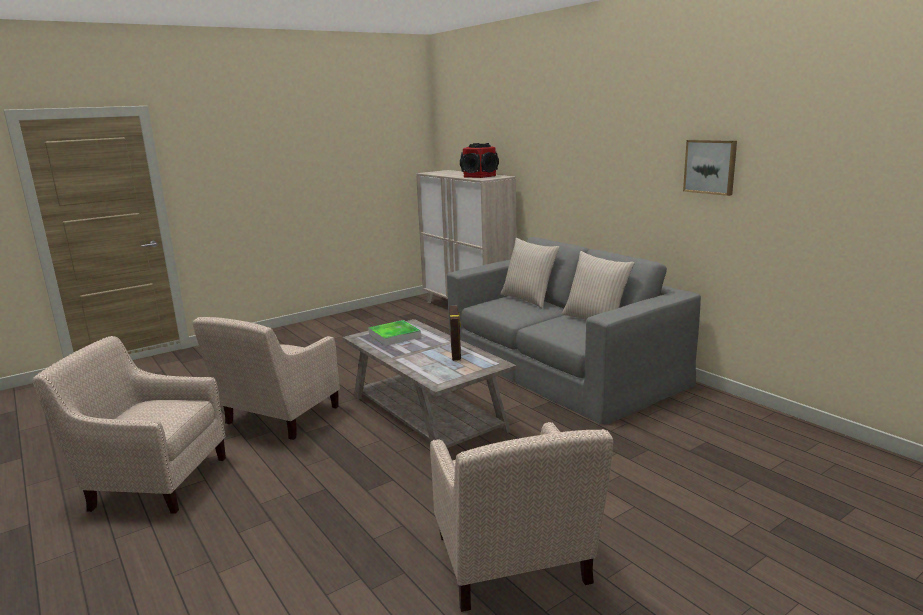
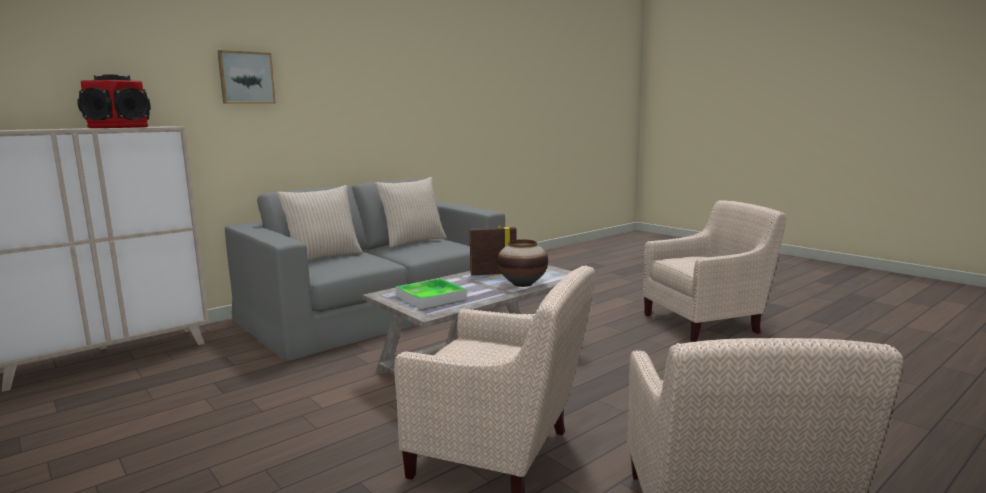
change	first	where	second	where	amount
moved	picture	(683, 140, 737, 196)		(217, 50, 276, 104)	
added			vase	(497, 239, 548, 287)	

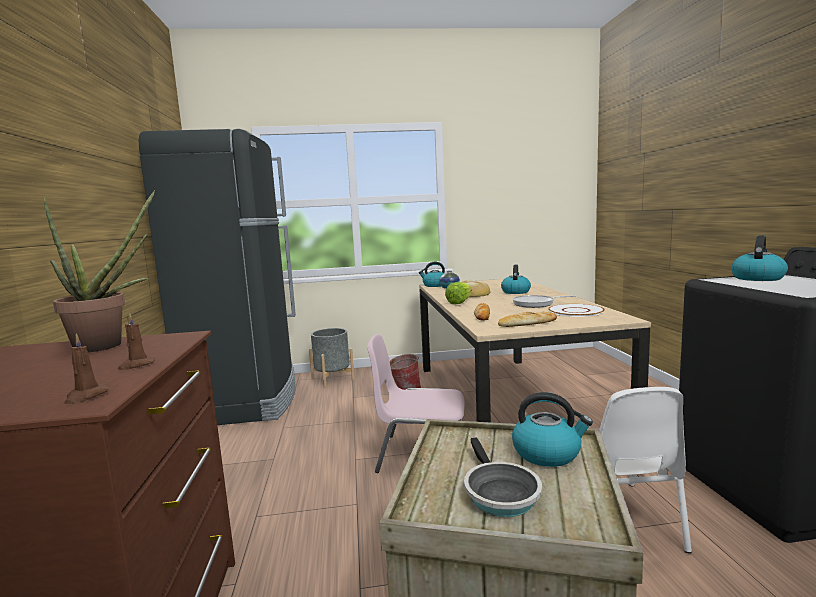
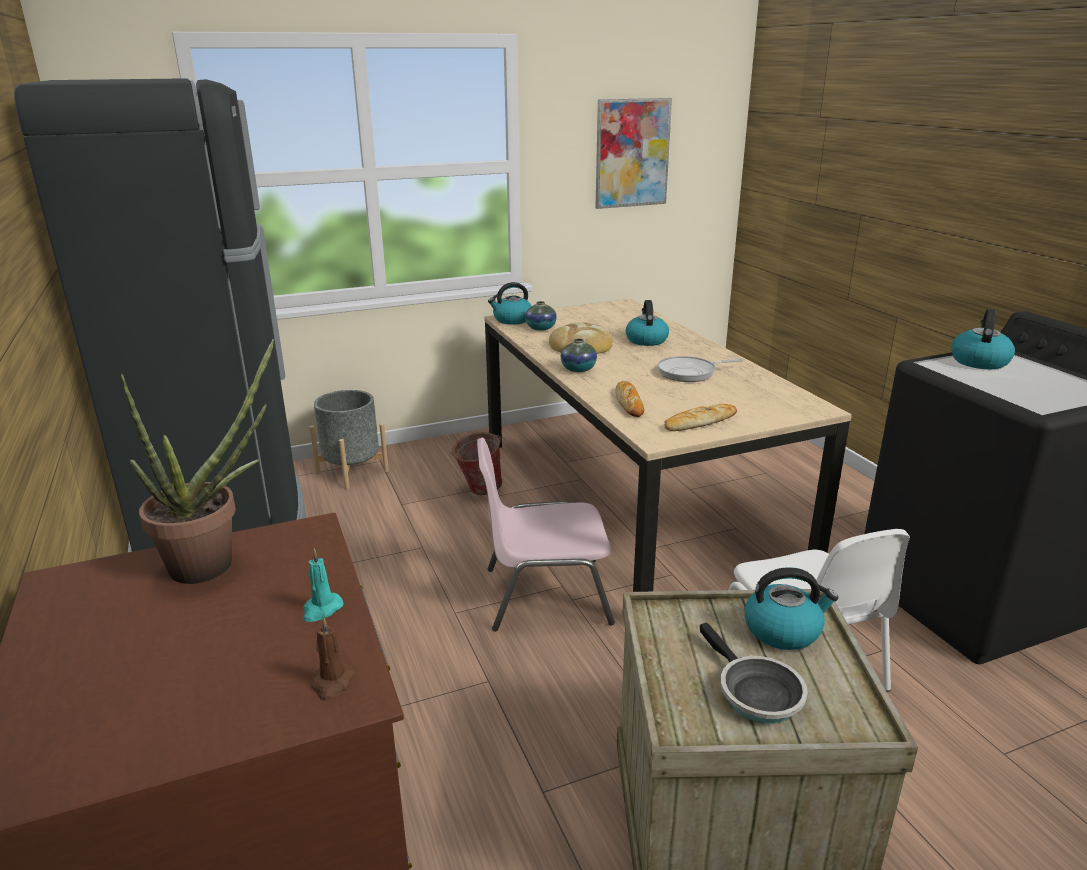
change	first	where	second	where	amount
recoloured	brown candle	(118, 314, 155, 370)	turquoise candle	(303, 549, 344, 622)	
replaced	lettuce	(445, 282, 472, 305)	vase	(561, 339, 597, 372)	
added			picture	(595, 98, 672, 209)	
removed	white plate	(548, 304, 605, 317)			

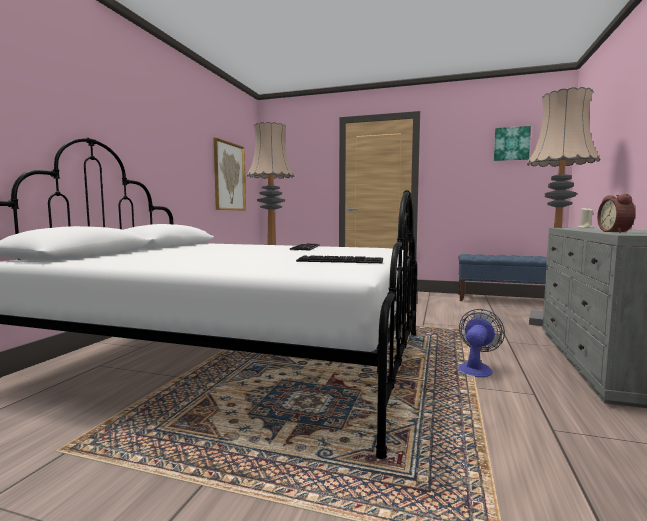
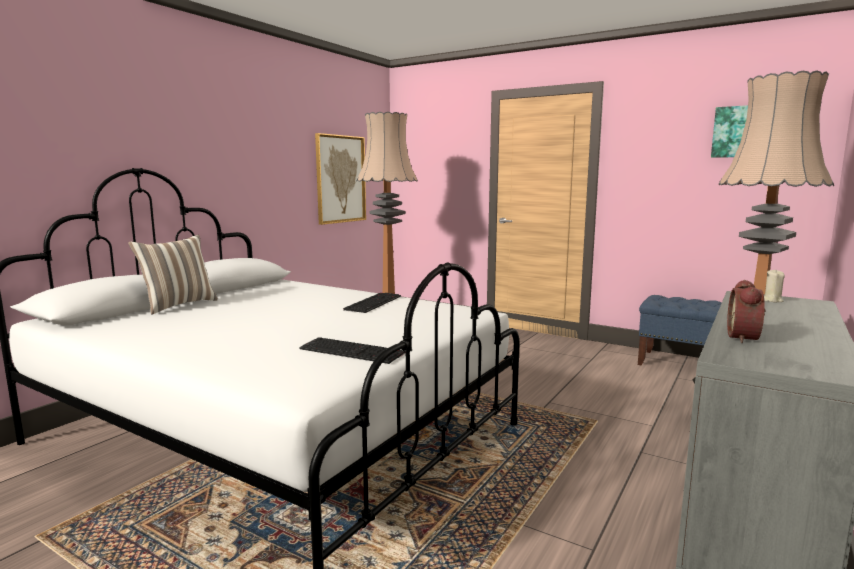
change	first	where	second	where	amount
added			pillow	(128, 235, 218, 314)	
removed	fan	(458, 309, 505, 377)			

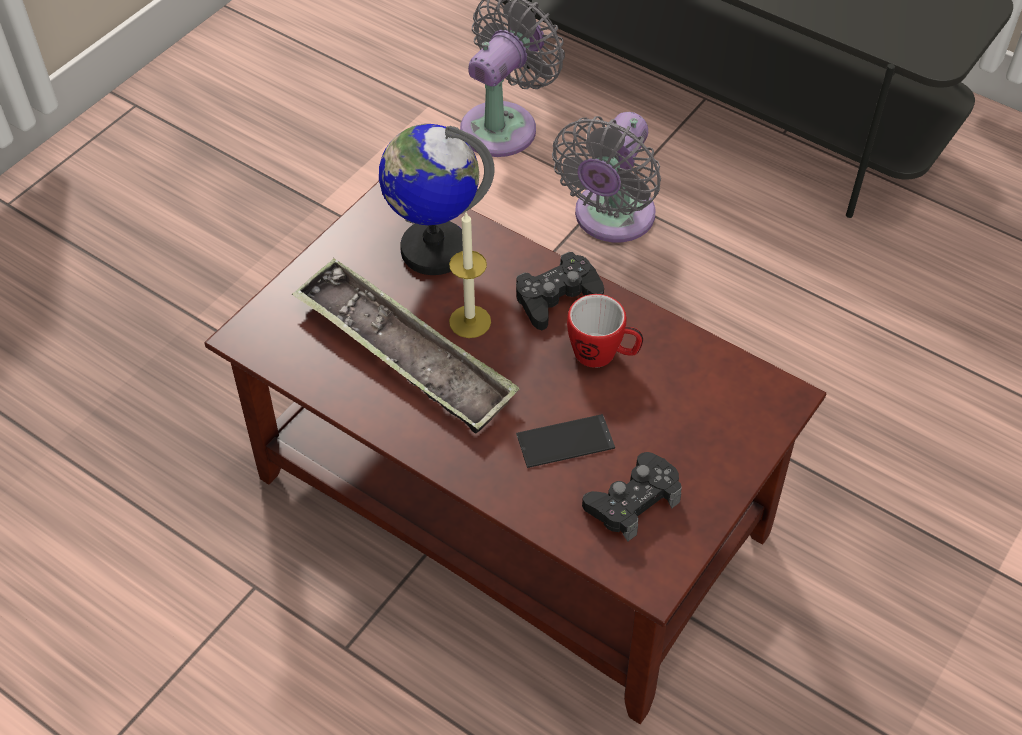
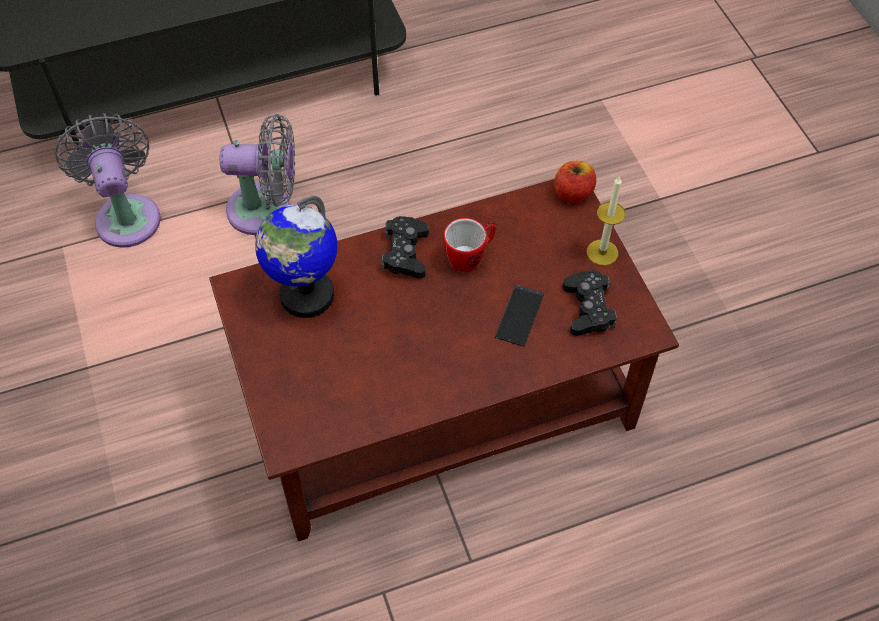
change	first	where	second	where	amount
turned	grey fan	(552, 112, 661, 243)		(220, 114, 295, 235)	60 degrees counterclockwise
added			apple	(554, 161, 596, 203)	
moved	candle	(449, 212, 491, 338)		(587, 177, 625, 266)	
removed	tray	(292, 258, 519, 433)			

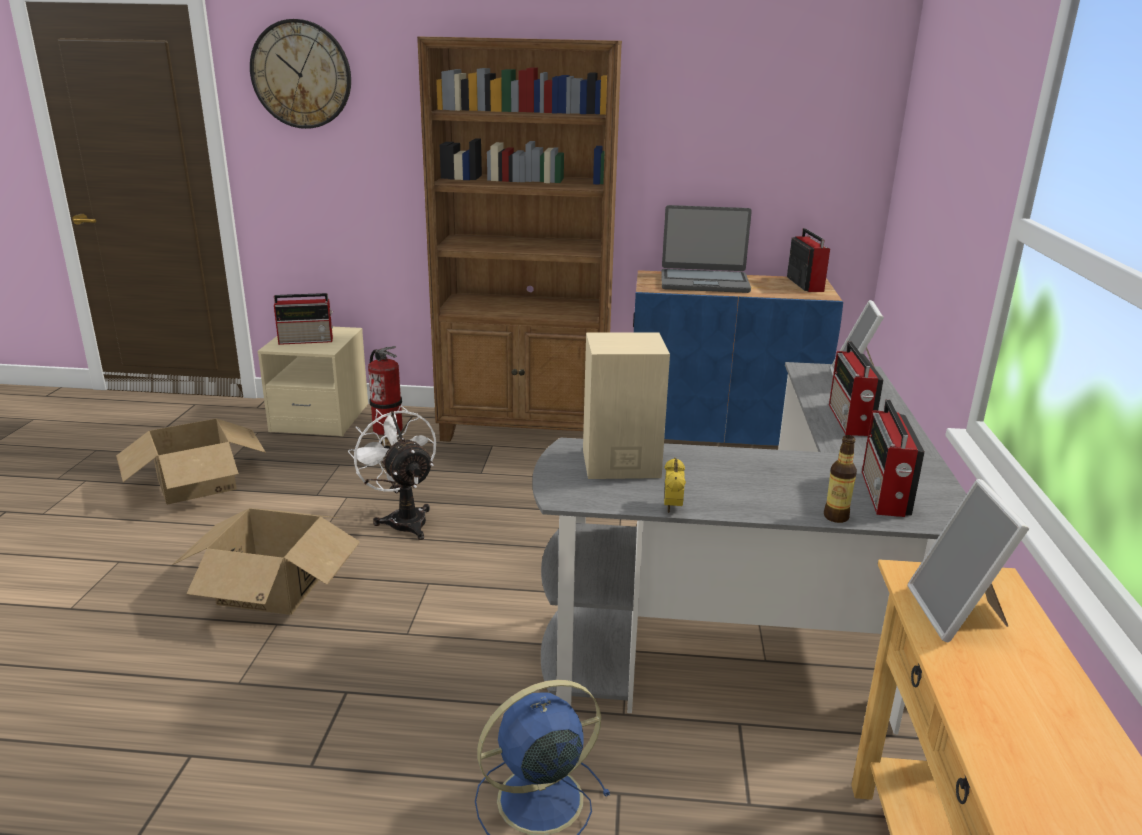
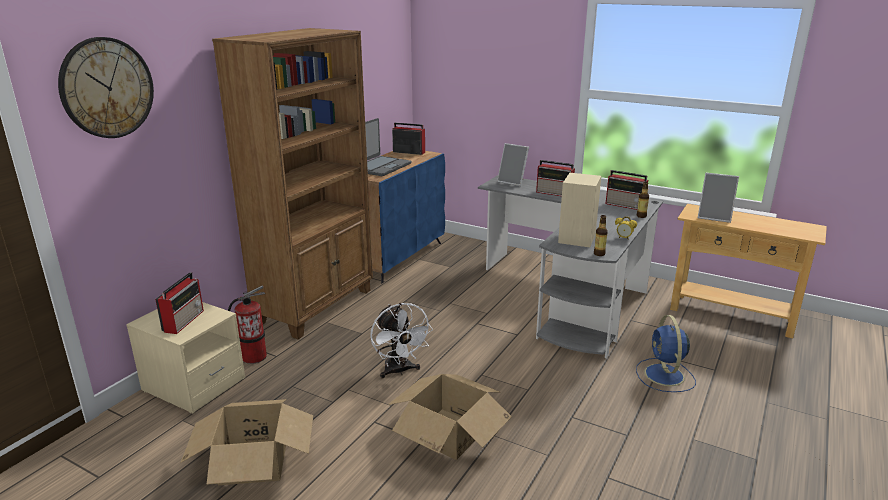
change	first	where	second	where	amount
turned	white fan	(348, 406, 436, 540)		(370, 303, 433, 378)	105 degrees counterclockwise
added			bottle	(594, 215, 608, 256)	

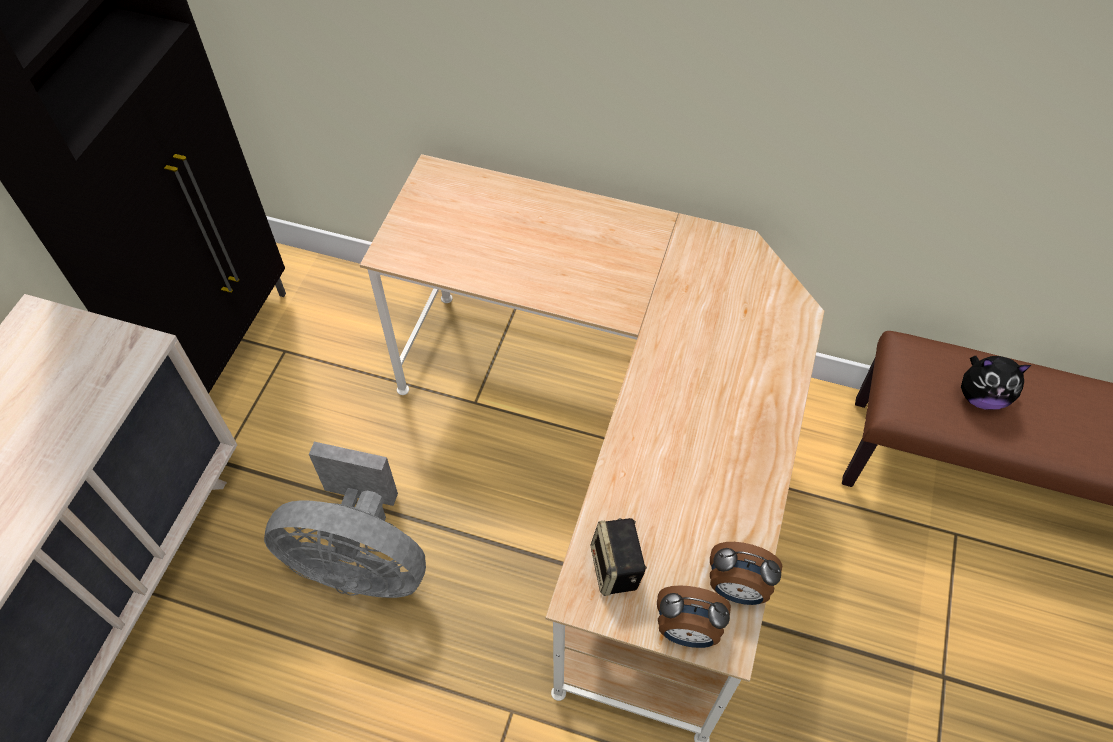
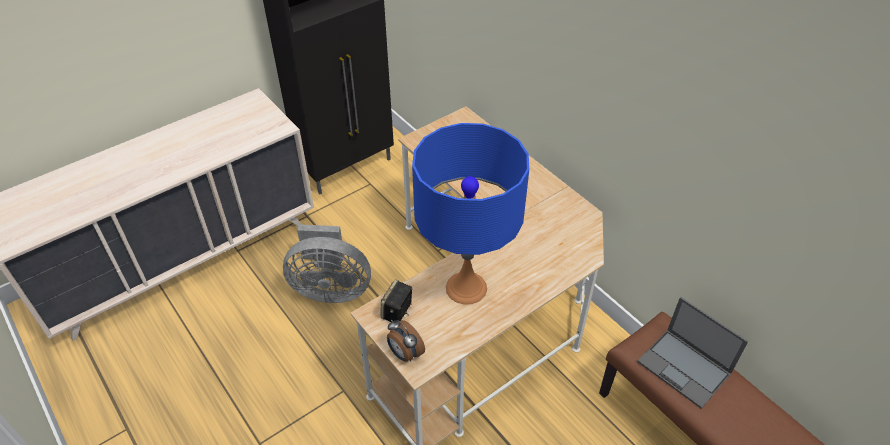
change	first	where	second	where	amount
turned	grey fan	(264, 442, 426, 598)		(283, 224, 371, 303)	45 degrees counterclockwise
added			blue table lamp	(412, 123, 529, 305)	
replaced	plush toy	(961, 356, 1031, 410)	laptop	(637, 297, 749, 409)	
removed	alarm clock	(710, 542, 782, 605)			

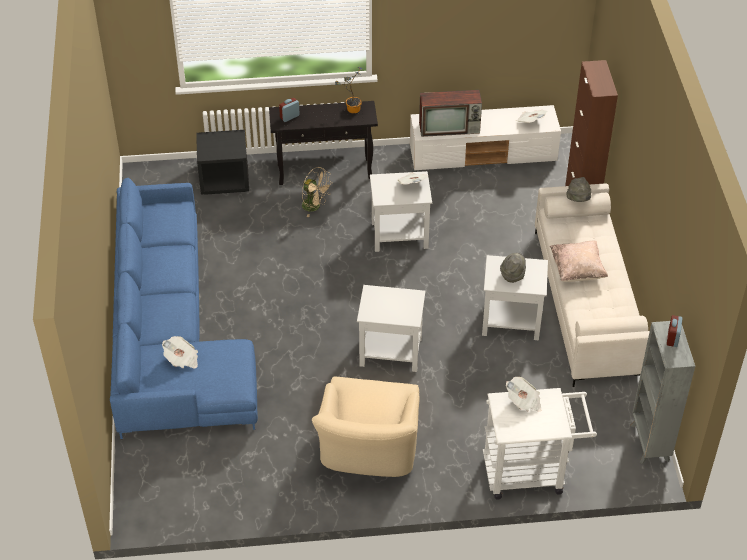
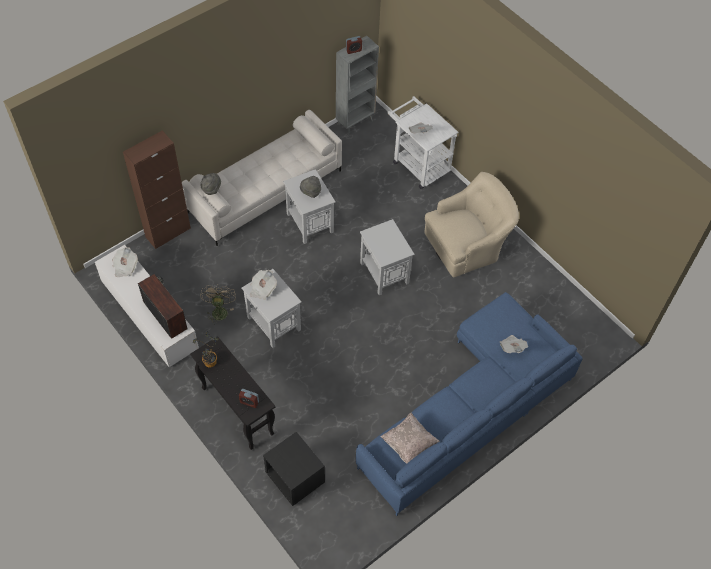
change	first	where	second	where	amount
moved	beige fan	(301, 167, 333, 217)		(200, 284, 236, 324)	
moved	beige pillow	(550, 240, 608, 282)		(380, 413, 440, 464)	

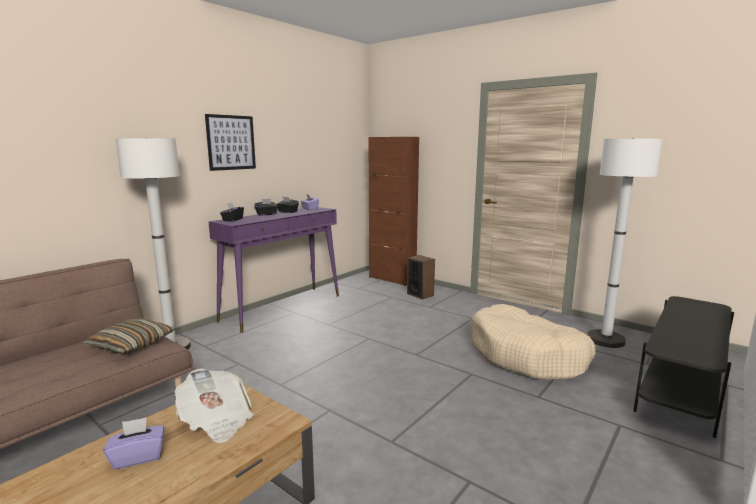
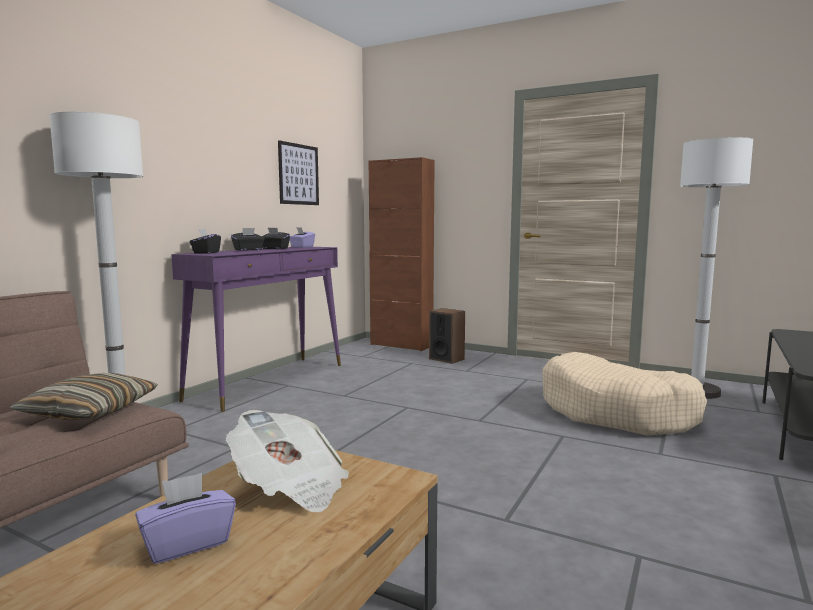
change	first	where	second	where	amount
moved	picture	(205, 114, 256, 171)		(278, 140, 319, 205)	

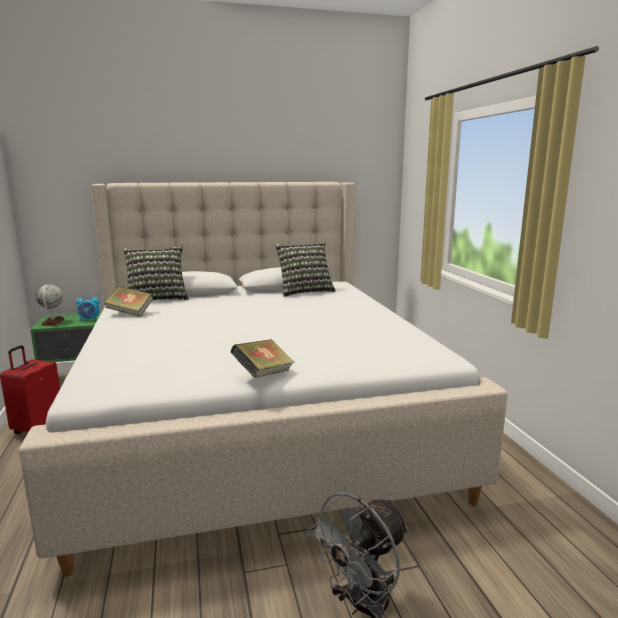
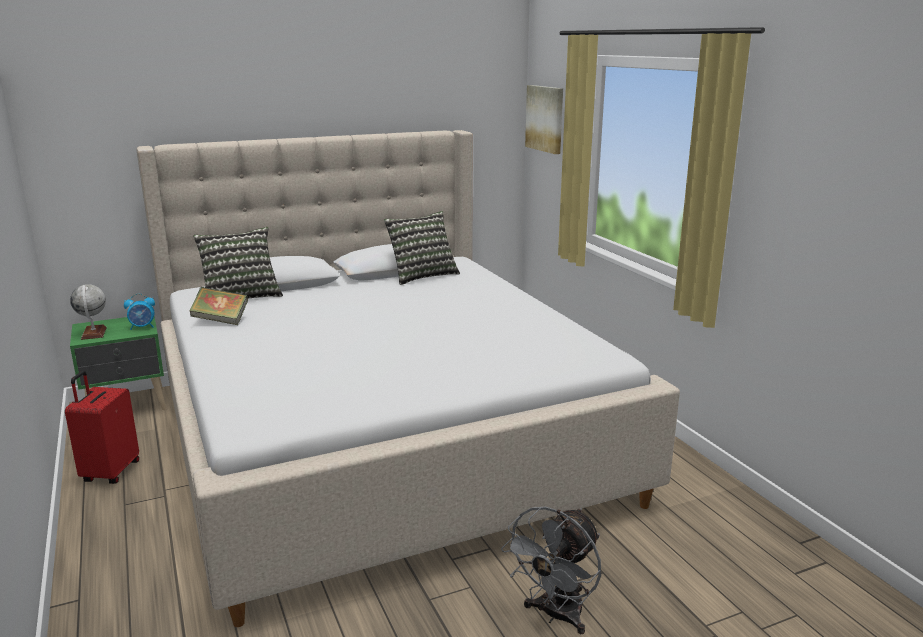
change	first	where	second	where	amount
added			picture	(525, 85, 563, 154)	
removed	book	(230, 339, 294, 378)			

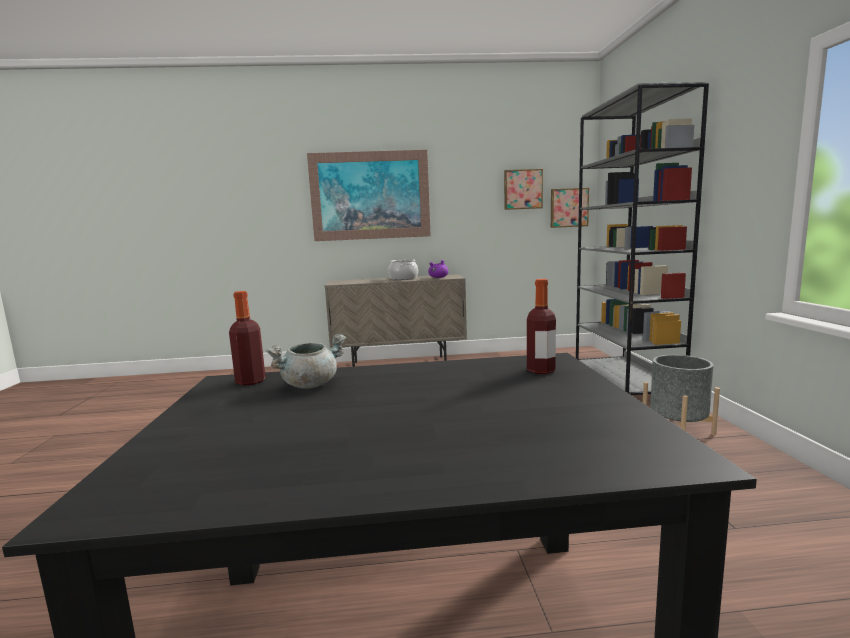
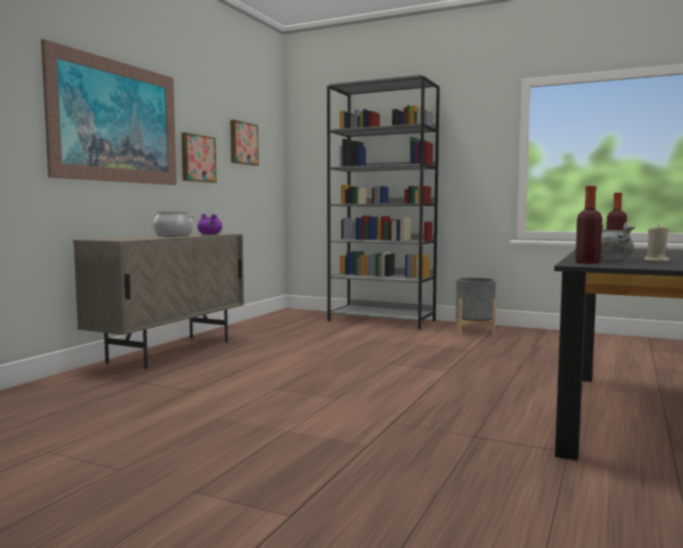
change	first	where	second	where	amount
moved	picture	(551, 188, 589, 228)		(181, 133, 217, 183)	
added			beige candle	(644, 224, 670, 262)	

